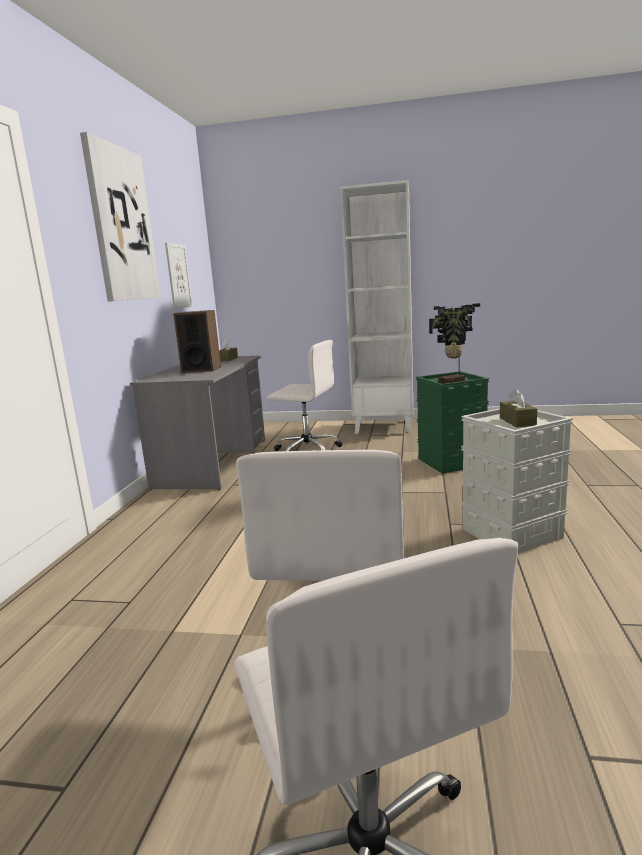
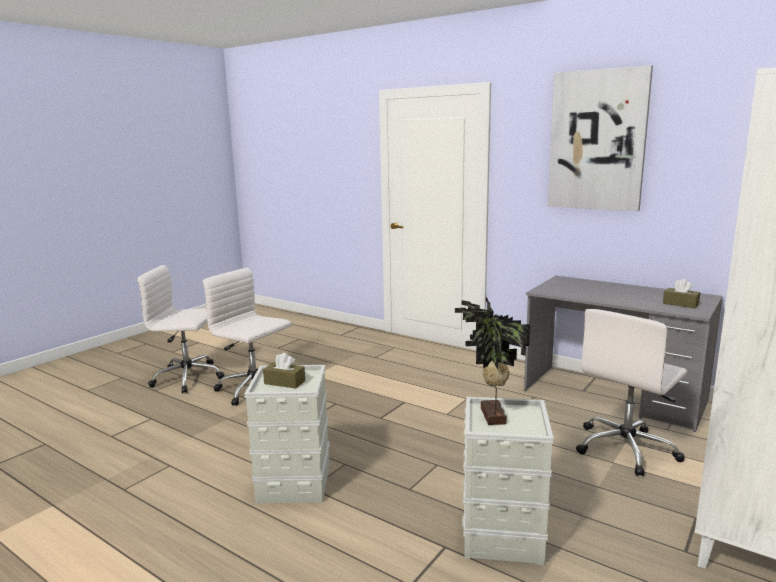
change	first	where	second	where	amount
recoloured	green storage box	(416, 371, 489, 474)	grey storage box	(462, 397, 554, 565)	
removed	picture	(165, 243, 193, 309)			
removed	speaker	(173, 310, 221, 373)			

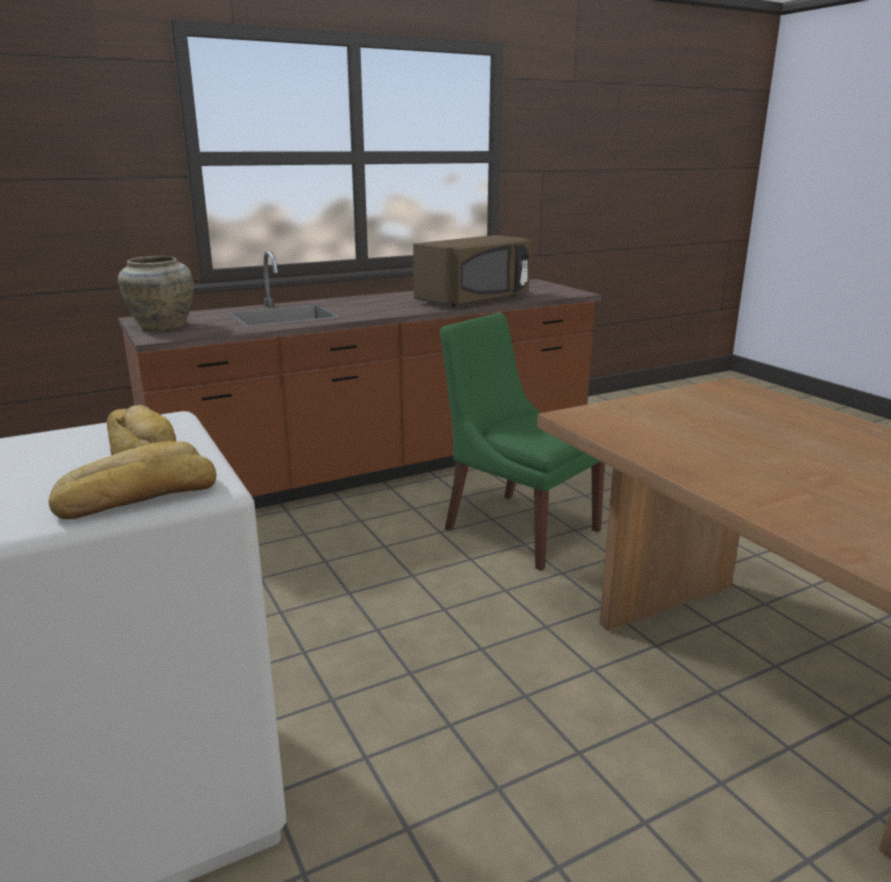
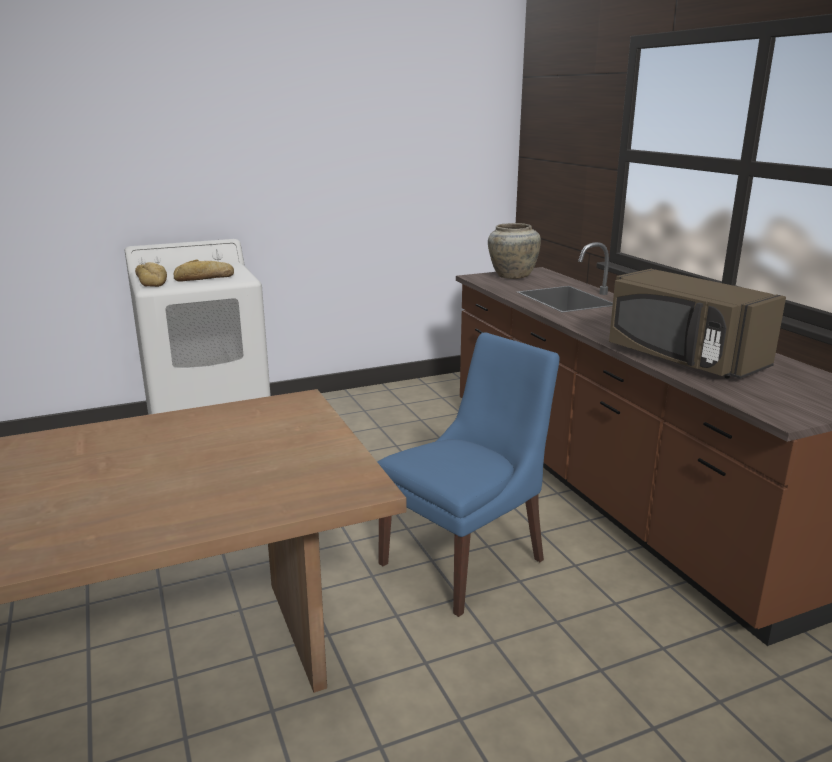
change	first	where	second	where	amount
recoloured	green chair	(440, 313, 605, 571)	blue chair	(377, 332, 560, 617)	

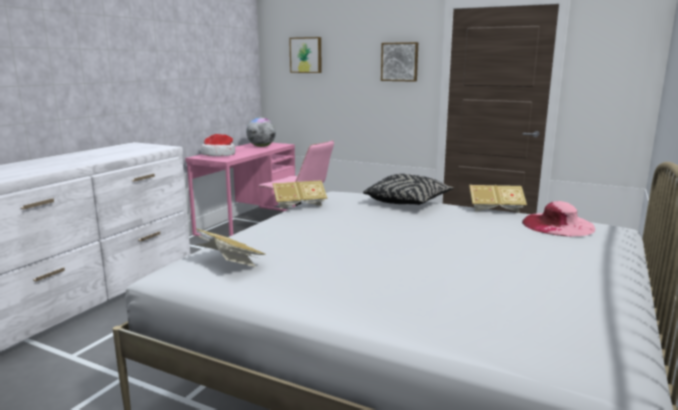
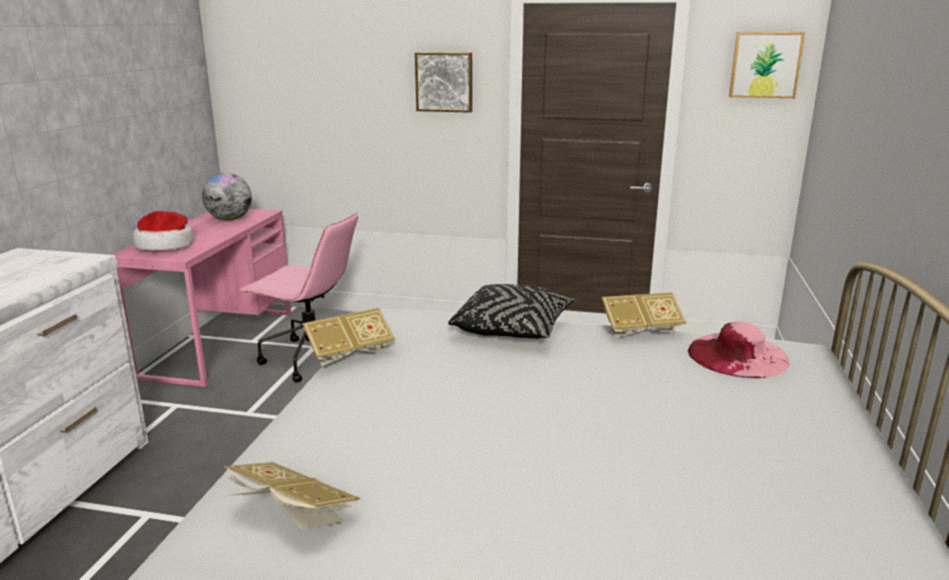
change	first	where	second	where	amount
moved	picture	(289, 37, 322, 73)		(729, 32, 805, 98)	

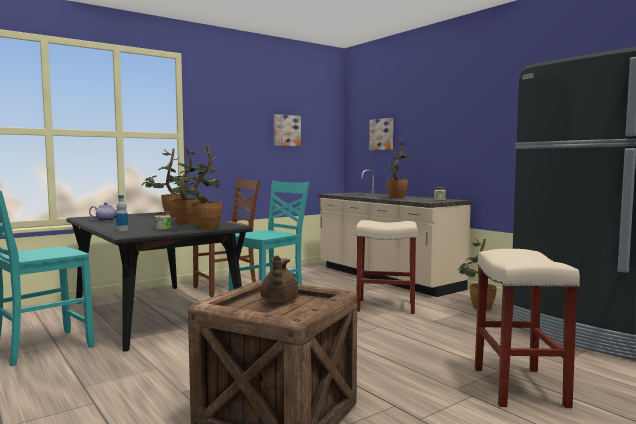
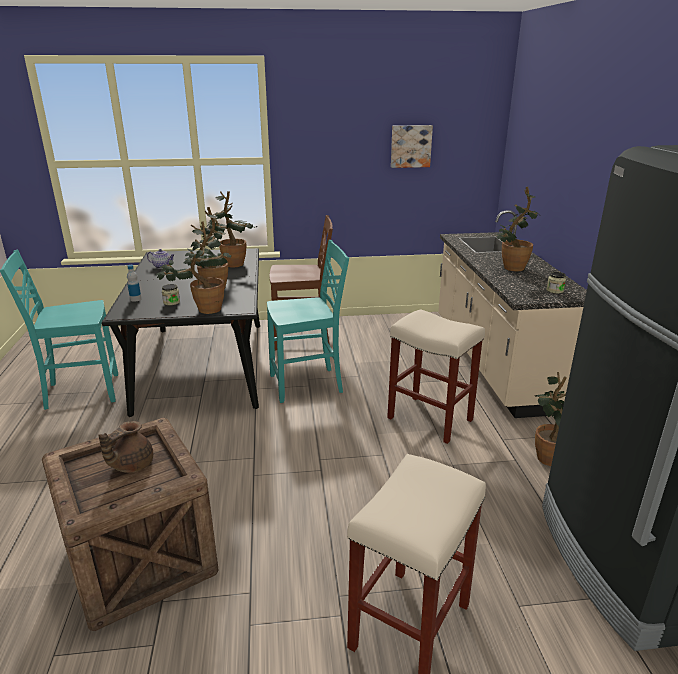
change	first	where	second	where	amount
removed	picture	(369, 118, 393, 150)			

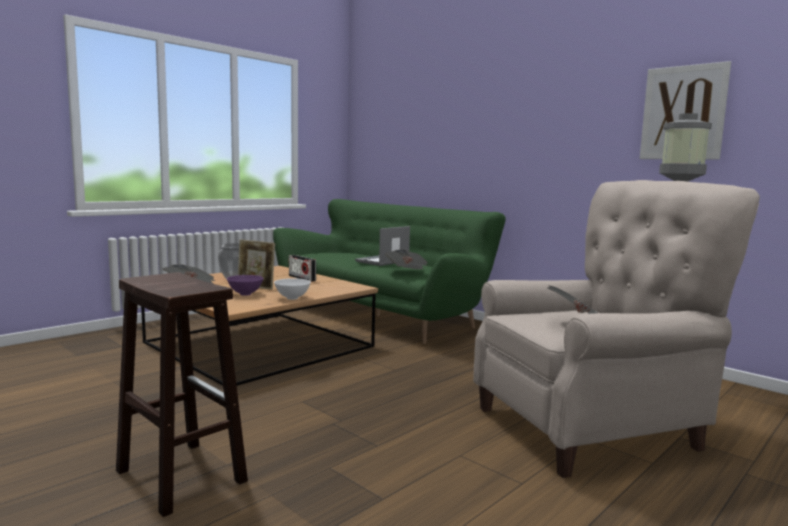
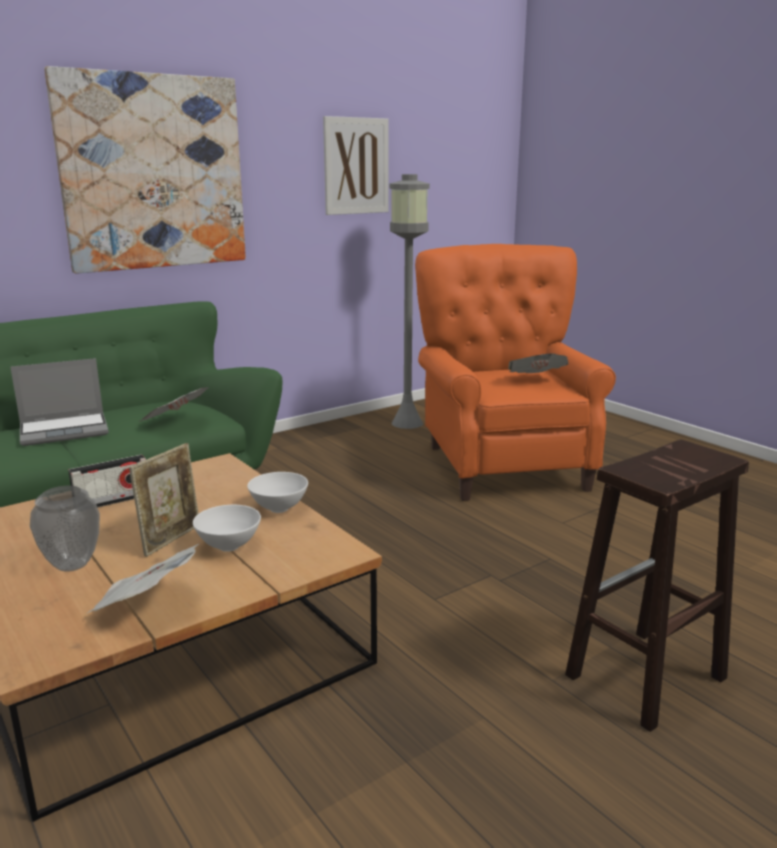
change	first	where	second	where	amount
turned	laptop	(355, 226, 410, 266)		(10, 358, 109, 446)	75 degrees counterclockwise
added			picture	(44, 66, 246, 274)	
recoloured	purple bowl	(227, 275, 264, 296)	white bowl	(193, 505, 261, 552)	
recoloured	beige armchair	(473, 180, 760, 478)	orange armchair	(415, 244, 616, 501)	

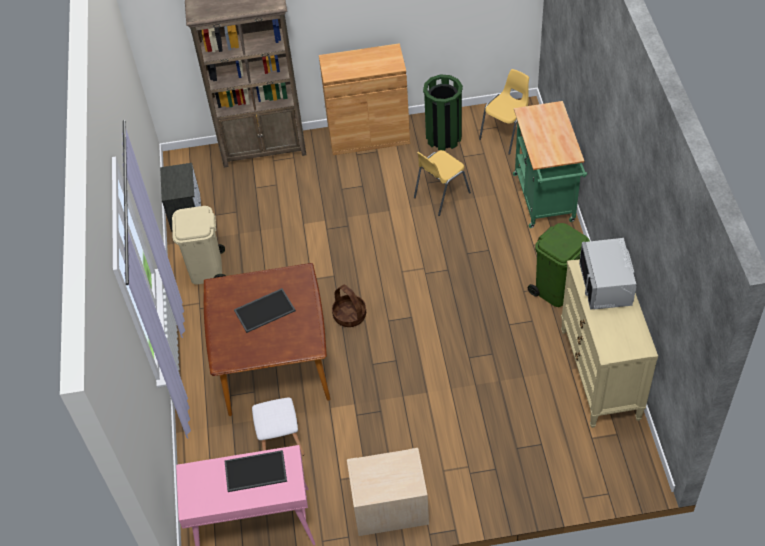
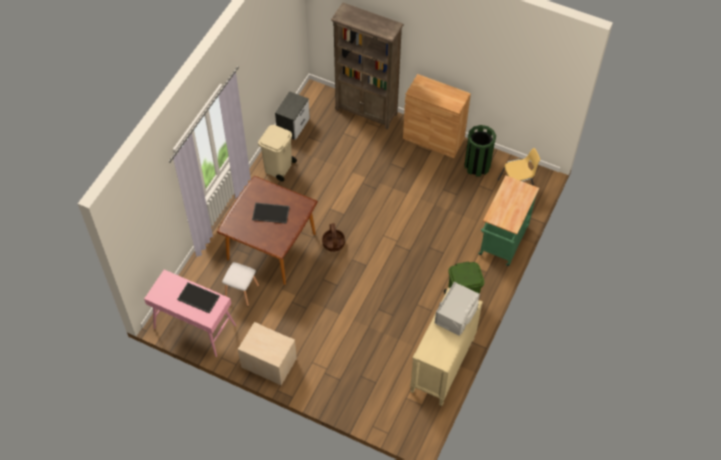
change	first	where	second	where	amount
removed	yellow chair	(414, 150, 471, 216)			

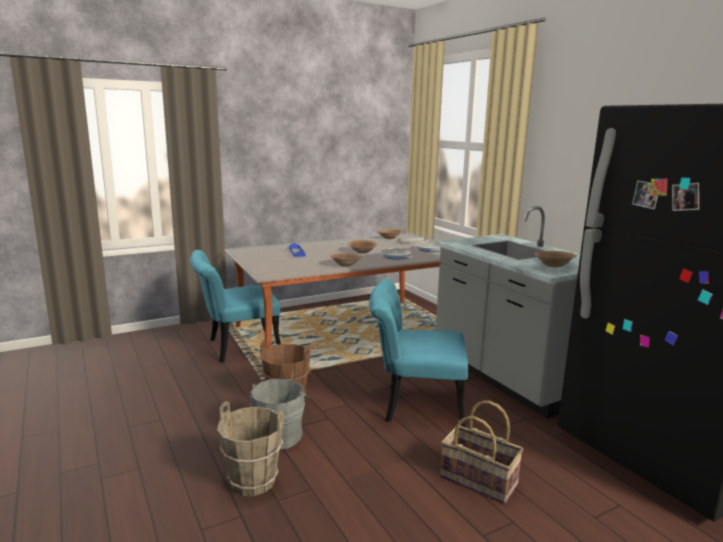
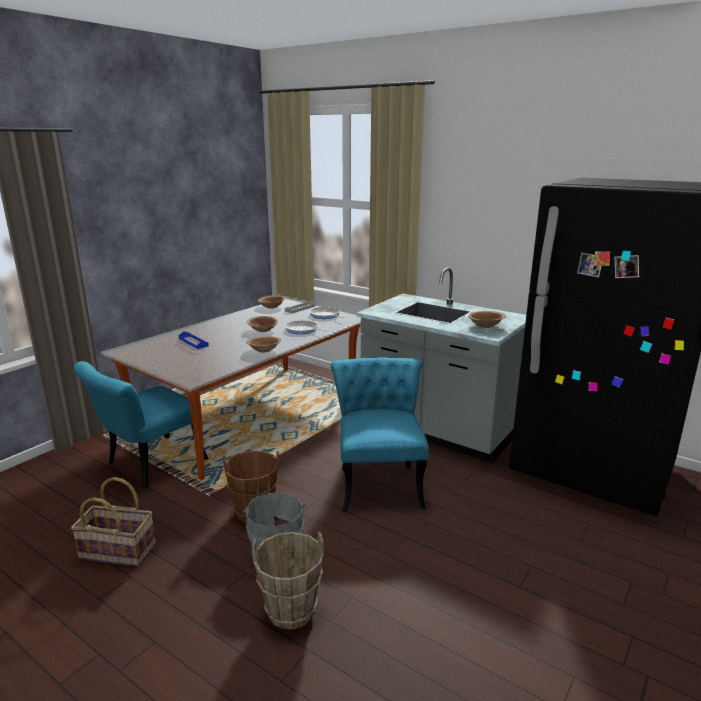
change	first	where	second	where	amount
moved	basket	(440, 401, 523, 504)		(71, 477, 156, 567)	
turned	turquoise chair	(369, 279, 468, 428)		(330, 358, 429, 512)	105 degrees clockwise

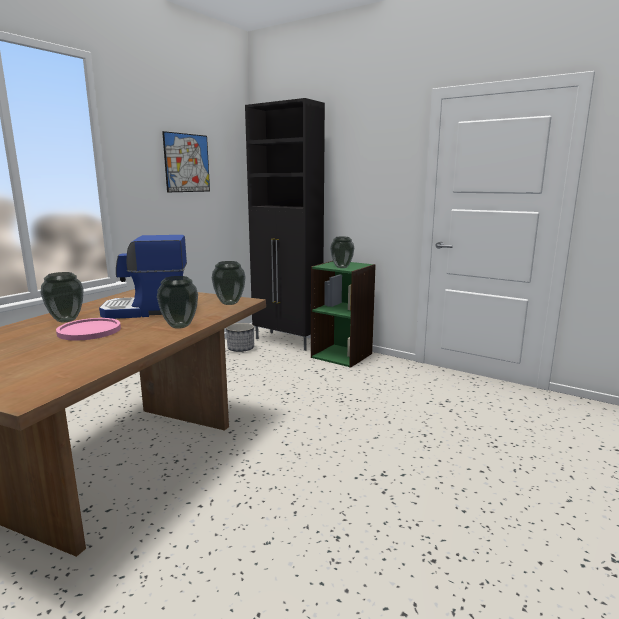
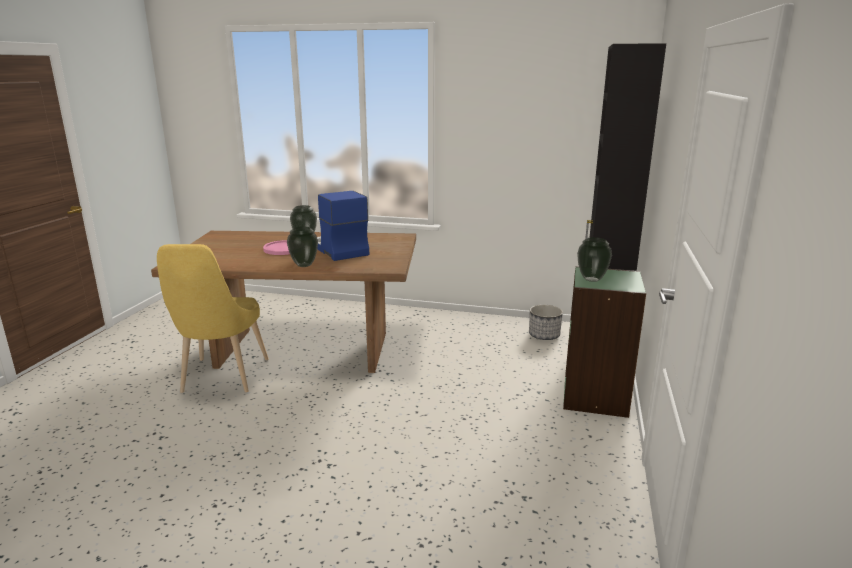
change	first	where	second	where	amount
added			yellow chair	(157, 244, 269, 393)	
removed	picture	(162, 131, 210, 192)			
removed	vase	(212, 261, 246, 305)			

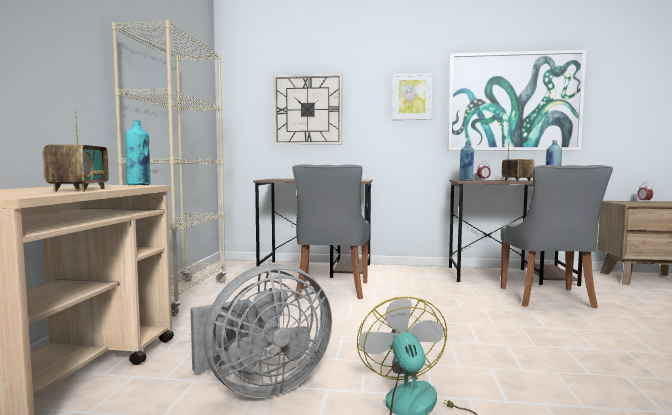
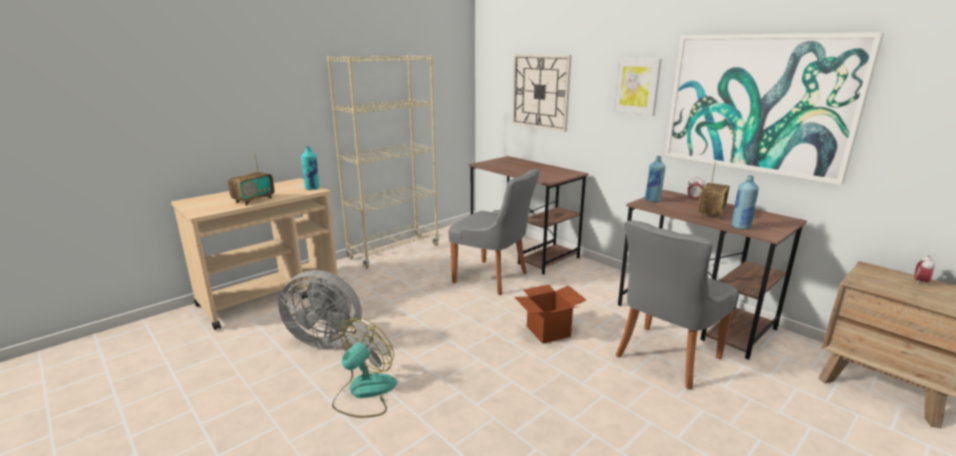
change	first	where	second	where	amount
turned	grey chair	(292, 164, 370, 299)		(449, 169, 540, 295)	105 degrees counterclockwise
added			cardboard box	(514, 285, 586, 344)	

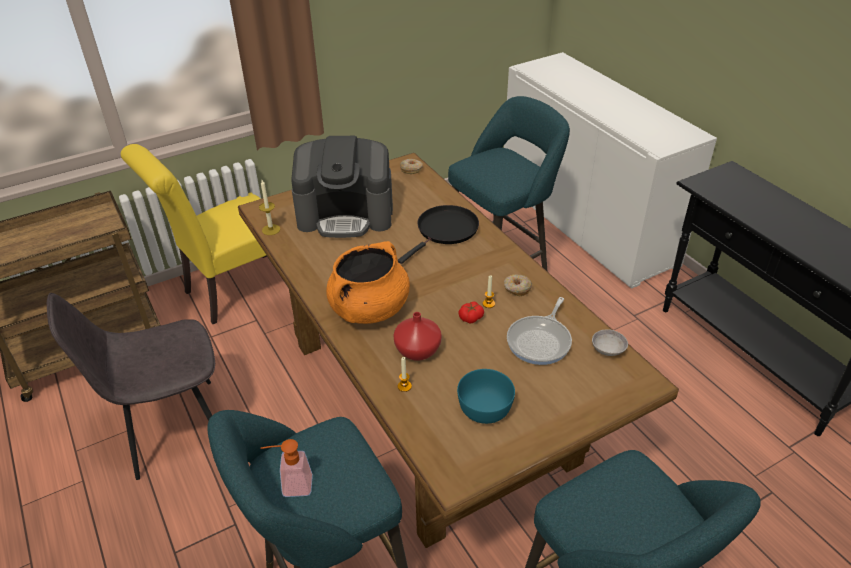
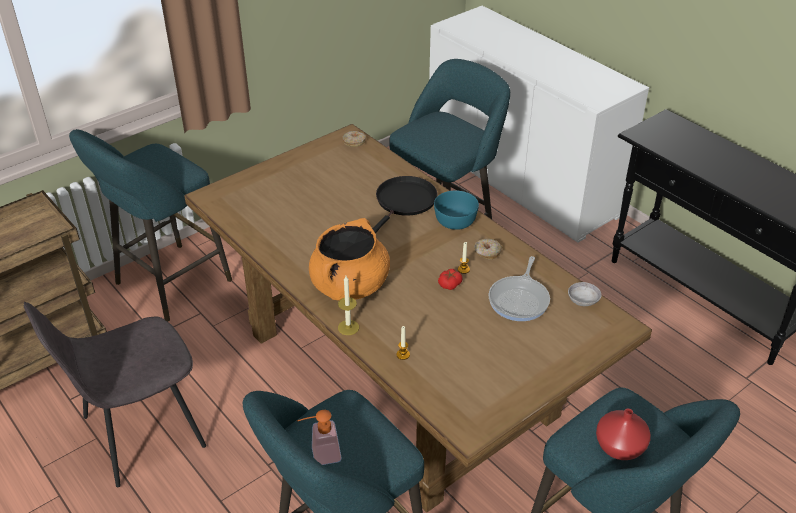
change	first	where	second	where	amount
replaced	yellow chair	(121, 144, 267, 324)	turquoise stool	(69, 129, 232, 322)	
moved	candle	(259, 180, 280, 235)		(338, 276, 359, 335)	
moved	turquoise bowl	(457, 369, 515, 424)		(434, 190, 479, 230)	
moved	red vase	(393, 312, 442, 361)		(596, 409, 651, 460)	
removed	coffee machine	(291, 136, 393, 238)			

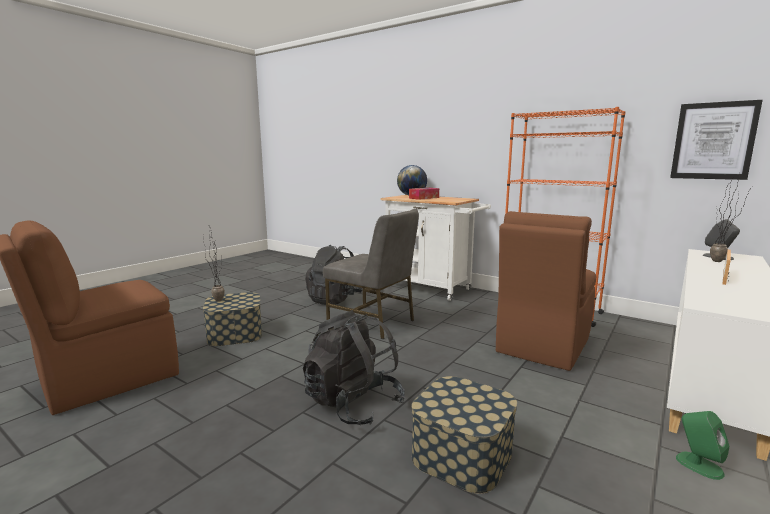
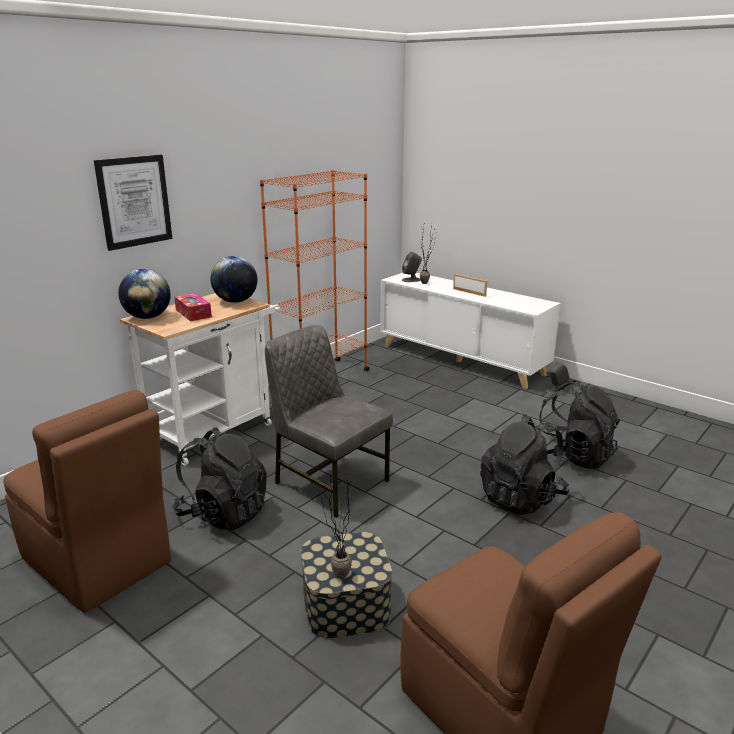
change	first	where	second	where	amount
moved	brown chair	(496, 211, 596, 371)		(3, 390, 171, 613)	
moved	picture	(670, 100, 763, 180)		(94, 155, 172, 251)	
added			globe	(210, 256, 257, 303)	
turned	grey chair	(323, 208, 419, 339)		(265, 325, 393, 518)	90 degrees counterclockwise
replaced	storage box	(411, 376, 517, 494)	black backpack	(539, 380, 620, 469)	
recoloured	green speaker	(676, 411, 729, 480)	grey speaker	(546, 361, 569, 395)	

